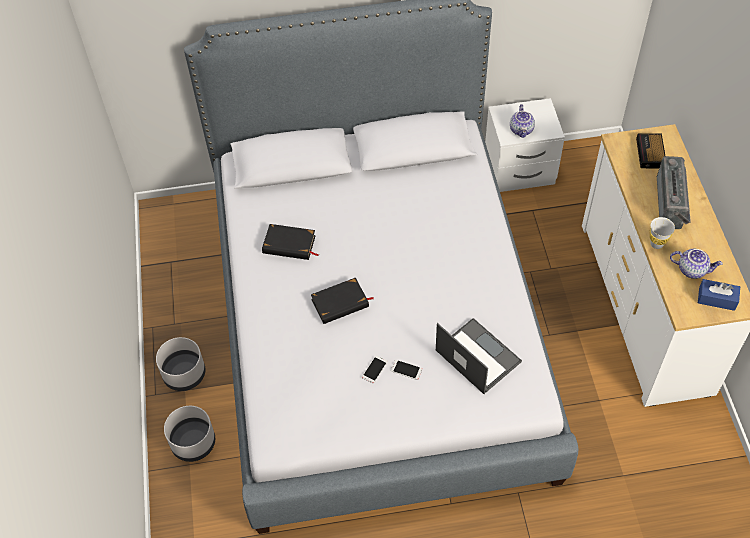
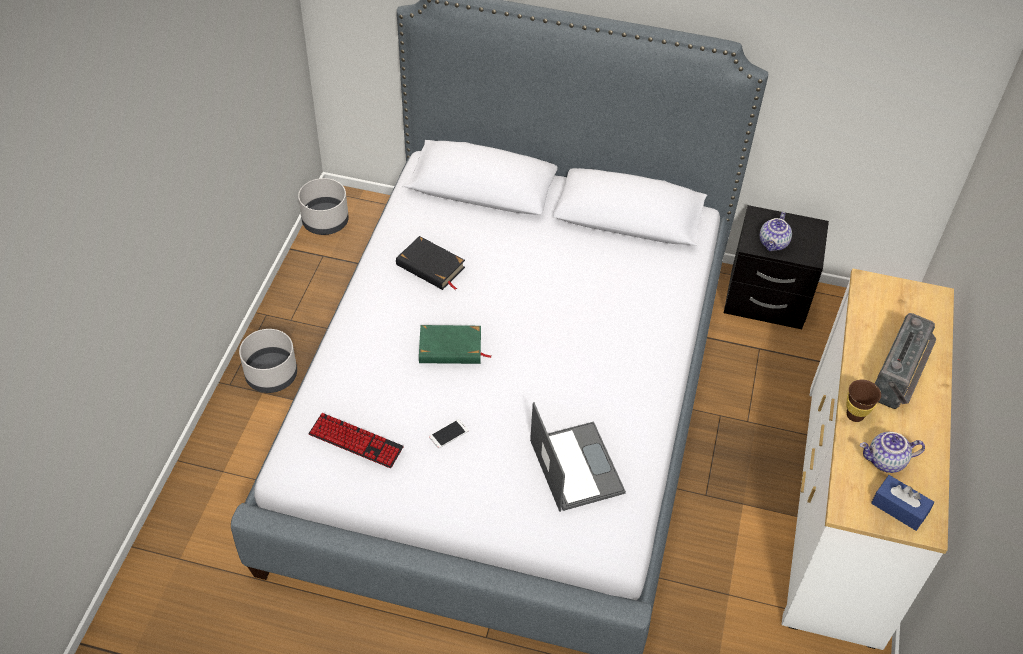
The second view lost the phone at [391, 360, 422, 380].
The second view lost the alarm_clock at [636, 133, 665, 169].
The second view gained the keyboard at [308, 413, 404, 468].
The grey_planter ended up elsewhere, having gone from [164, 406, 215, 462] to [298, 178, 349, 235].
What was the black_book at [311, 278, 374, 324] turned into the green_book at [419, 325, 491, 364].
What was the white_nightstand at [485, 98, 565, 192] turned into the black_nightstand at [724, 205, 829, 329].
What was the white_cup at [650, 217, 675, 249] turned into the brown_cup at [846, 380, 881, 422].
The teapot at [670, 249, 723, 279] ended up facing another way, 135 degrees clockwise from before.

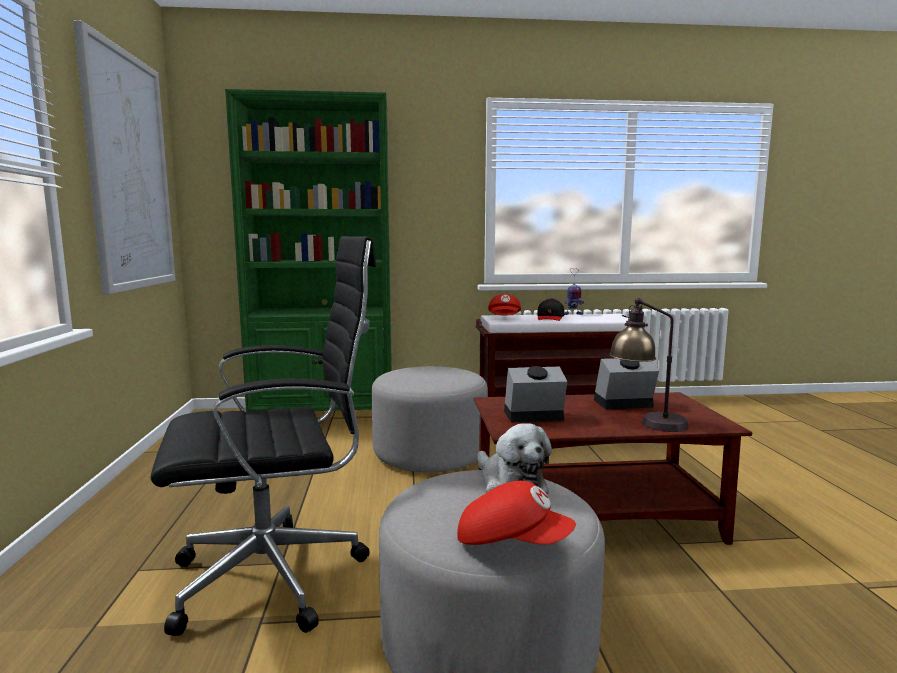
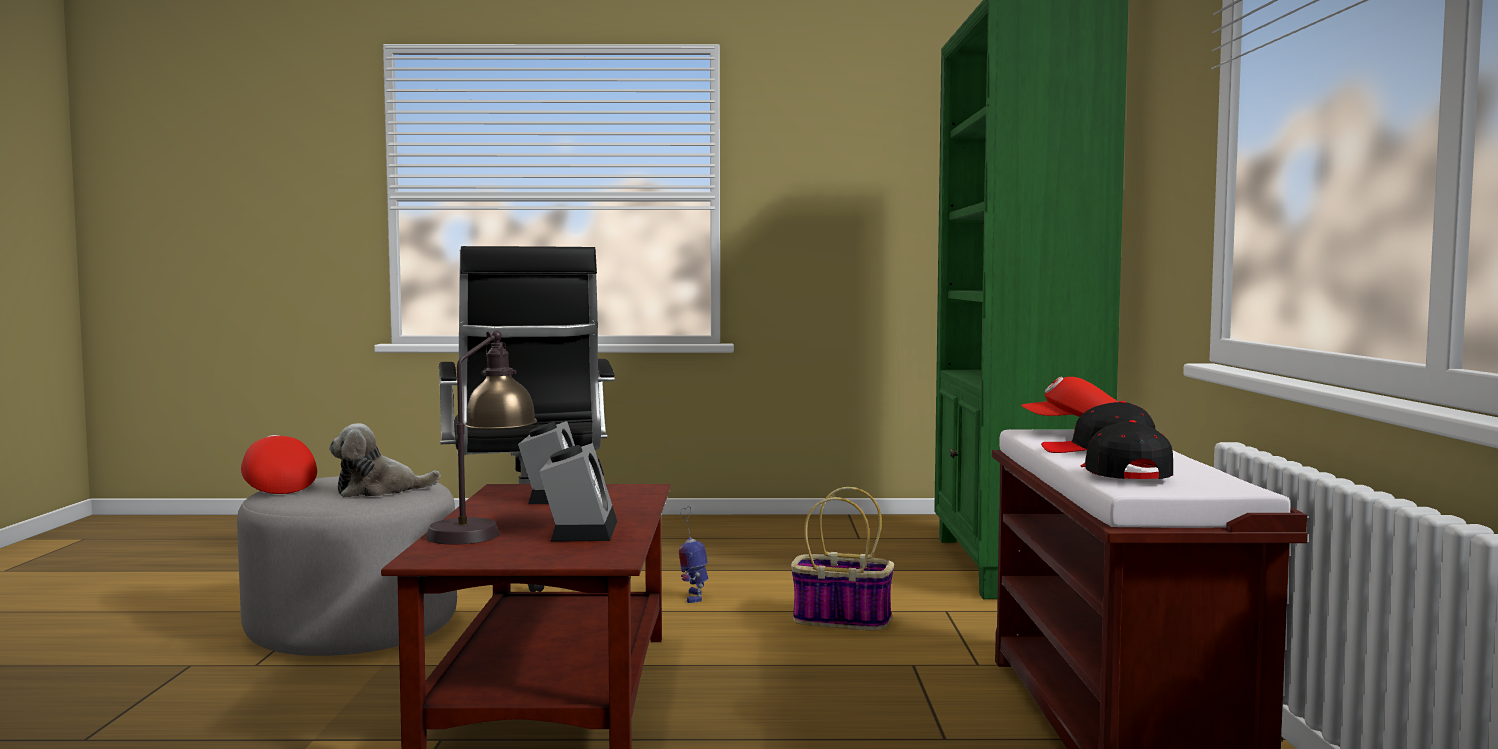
The second view lost the picture at [73, 20, 176, 294].
The second view gained the black_cap at [1081, 420, 1173, 479].
The toy_robot ended up elsewhere, having gone from [564, 268, 584, 315] to [679, 506, 708, 603].
Where the grey_ottoman stood at [371, 366, 488, 472], the basket came to stand at [791, 487, 894, 631].
The red_cap at [457, 481, 576, 545] ended up facing another way, 120 degrees clockwise from before.

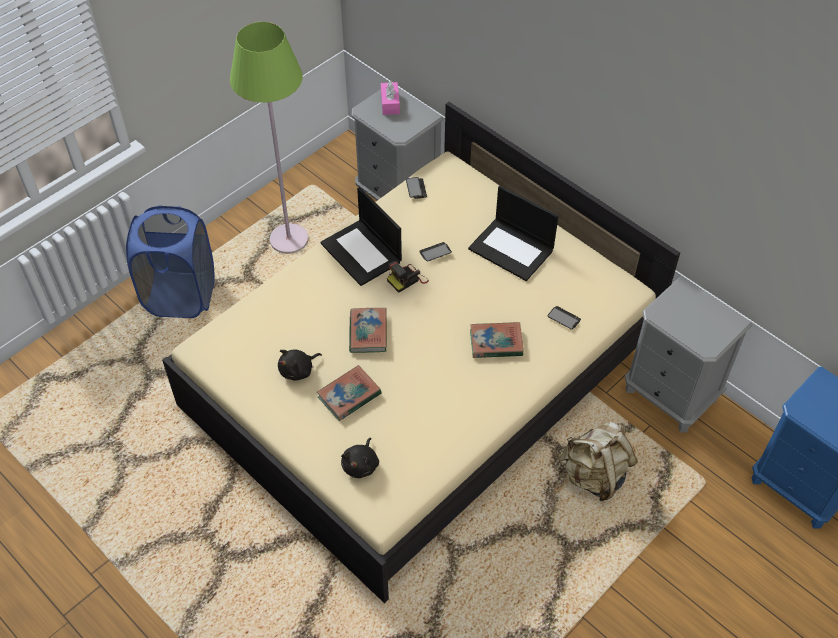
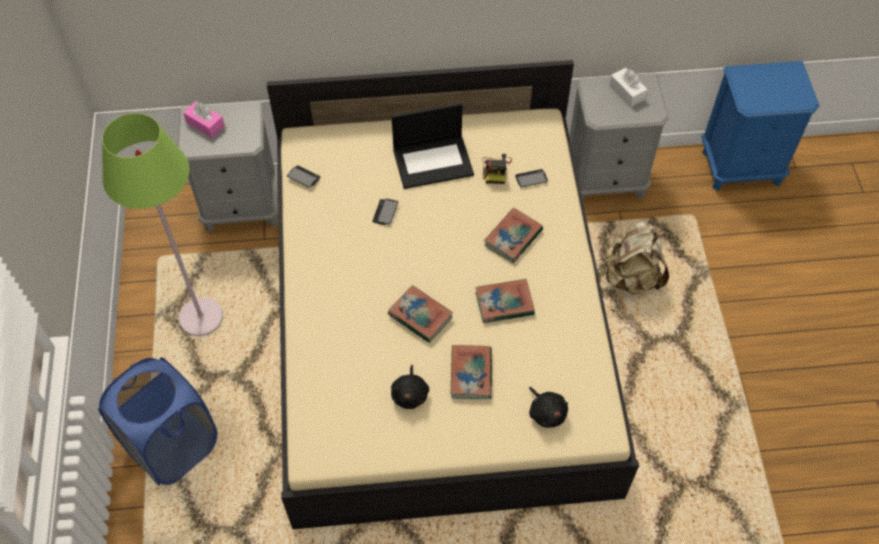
The second view lost the laptop at [320, 187, 402, 286].
The second view gained the book at [475, 279, 535, 323].
The second view gained the white_tissue_box at [610, 68, 648, 107].
The photo_camera ended up elsewhere, having gone from [387, 261, 429, 293] to [482, 154, 512, 184].

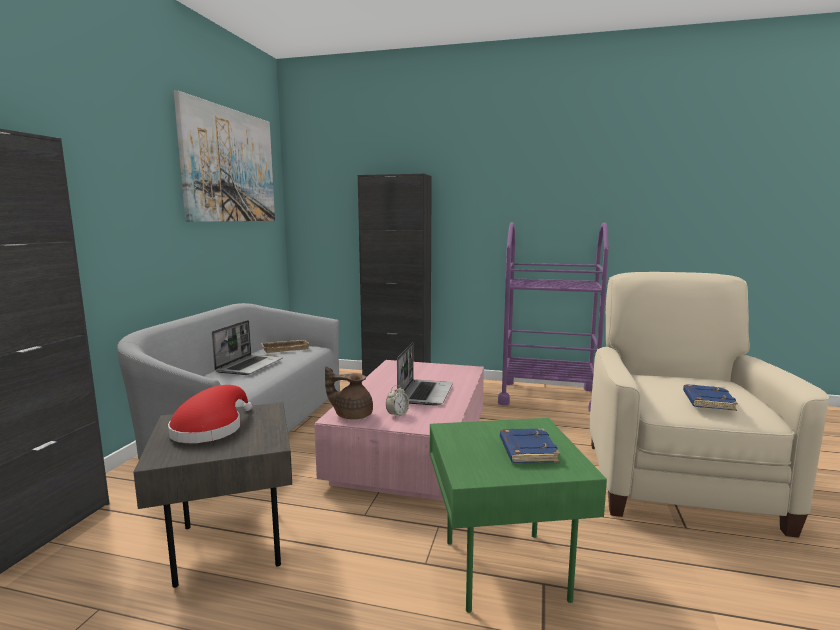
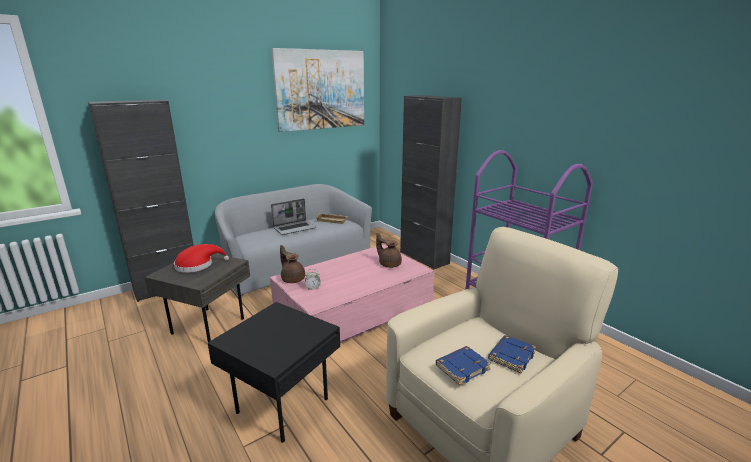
The second view lost the laptop at [397, 342, 453, 406].
The second view gained the brown_teapot at [376, 233, 402, 268].
The blue_book ended up elsewhere, having gone from [500, 429, 560, 463] to [488, 335, 536, 373].
What was the green_side_table at [430, 418, 607, 613] turned into the black_side_table at [208, 302, 340, 443].

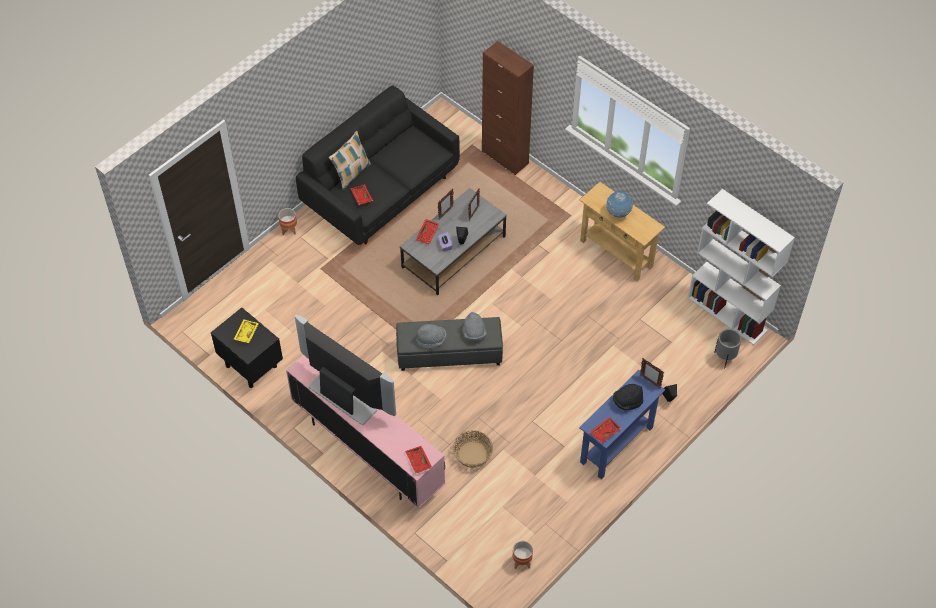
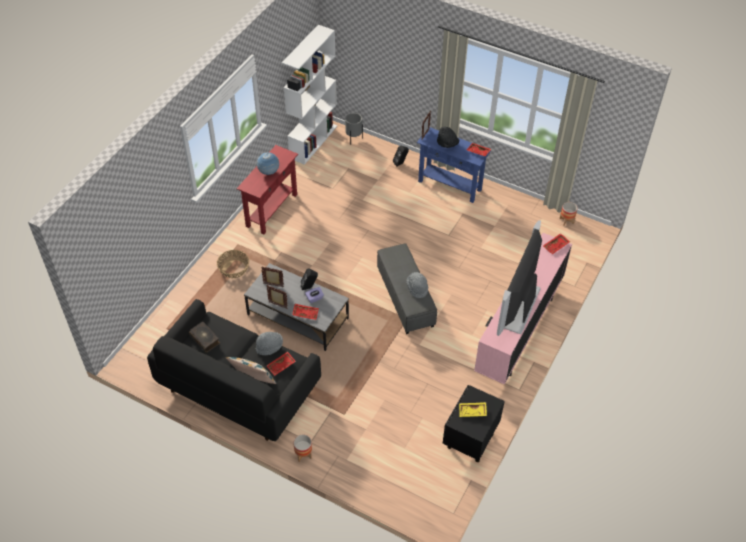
The second view lost the brown_cabinet at [482, 41, 534, 175].
The second view gained the book at [189, 322, 220, 353].
The basket ended up elsewhere, having gone from [453, 430, 493, 468] to [217, 250, 249, 278].
The grey_hat ended up elsewhere, having gone from [462, 312, 487, 341] to [256, 332, 283, 355].
What was the beige_console_table at [579, 182, 665, 282] turned into the red_console_table at [237, 145, 298, 234].

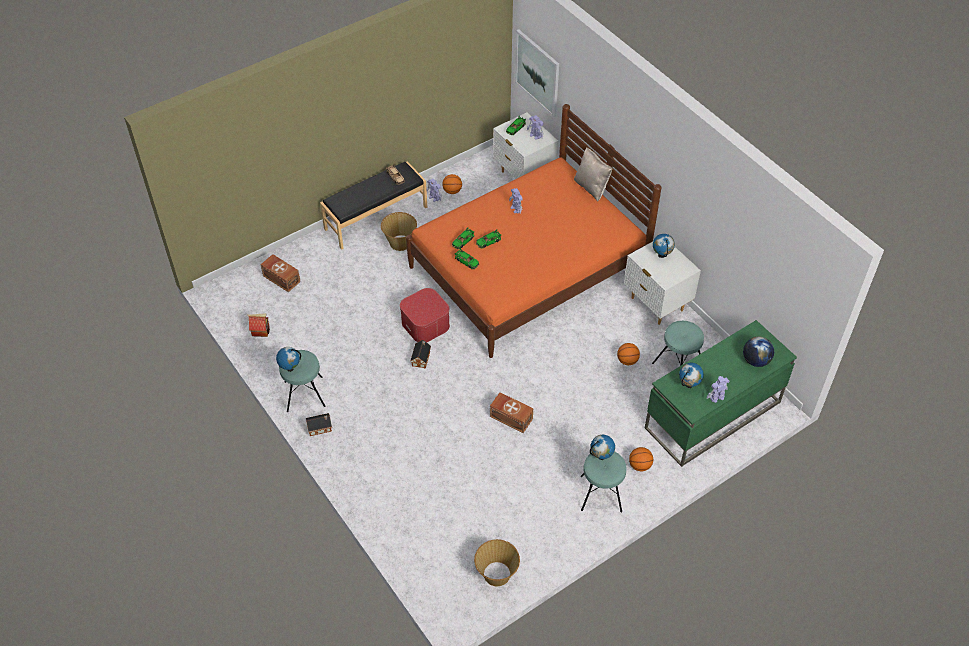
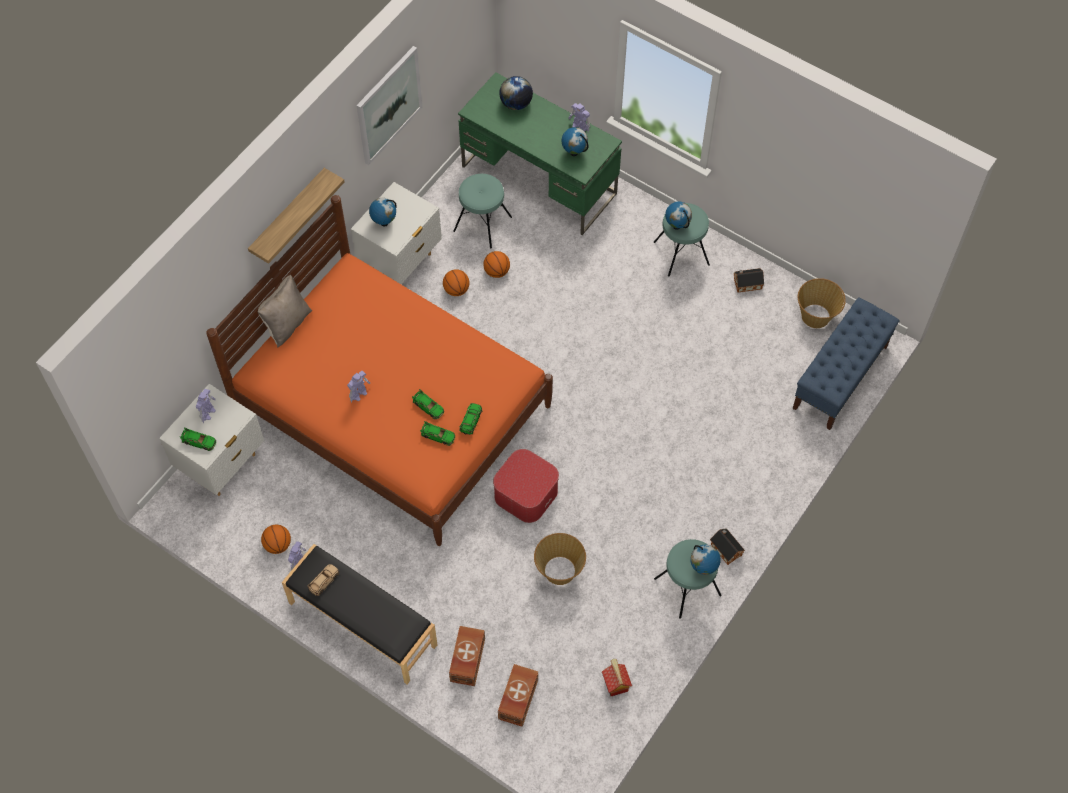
The second view gained the shelf at [248, 168, 344, 264].
The second view gained the blue_bench at [792, 297, 900, 430].
The basket ended up elsewhere, having gone from [381, 212, 417, 251] to [534, 533, 586, 585].
The toy_house ended up elsewhere, having gone from [410, 340, 431, 369] to [734, 268, 764, 293].
The brown_storage_box ended up elsewhere, having gone from [490, 392, 533, 433] to [449, 626, 485, 686].
The picture ended up elsewhere, having gone from [515, 29, 559, 117] to [357, 46, 422, 165].
The basketball ended up elsewhere, having gone from [629, 447, 653, 471] to [443, 269, 470, 296].

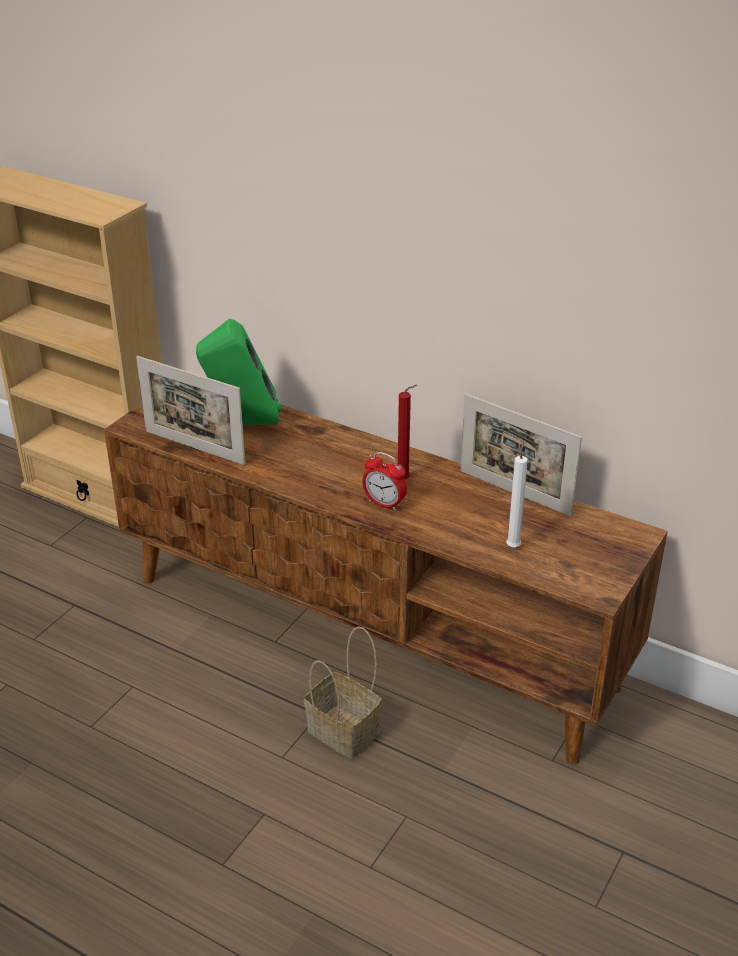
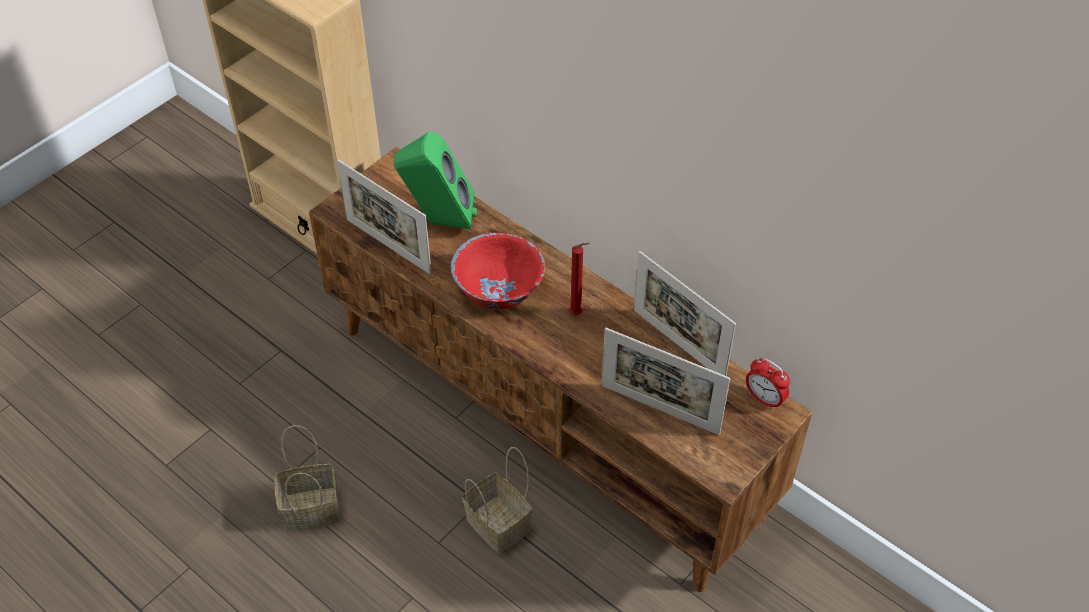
The second view gained the basket at [275, 425, 339, 531].
The second view gained the red_bowl at [451, 232, 545, 310].
The alarm_clock ended up elsewhere, having gone from [362, 452, 407, 511] to [746, 358, 790, 410].
Where the white_candle stood at [506, 441, 528, 548], the picture_frame came to stand at [601, 328, 730, 435].

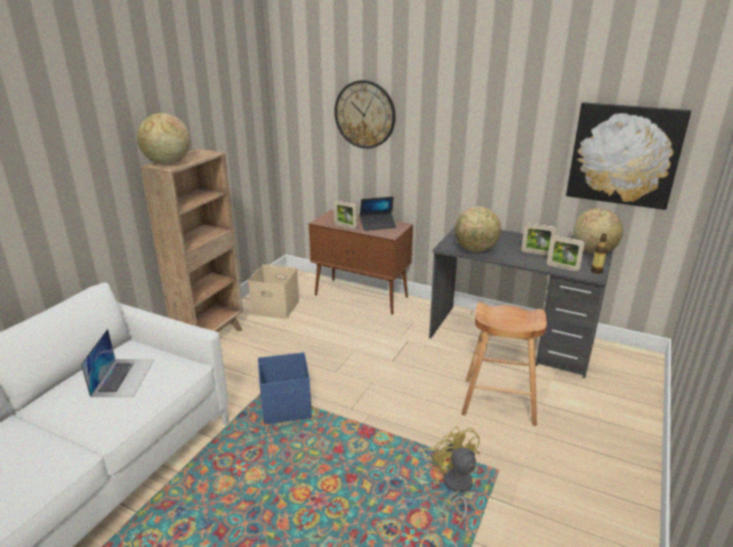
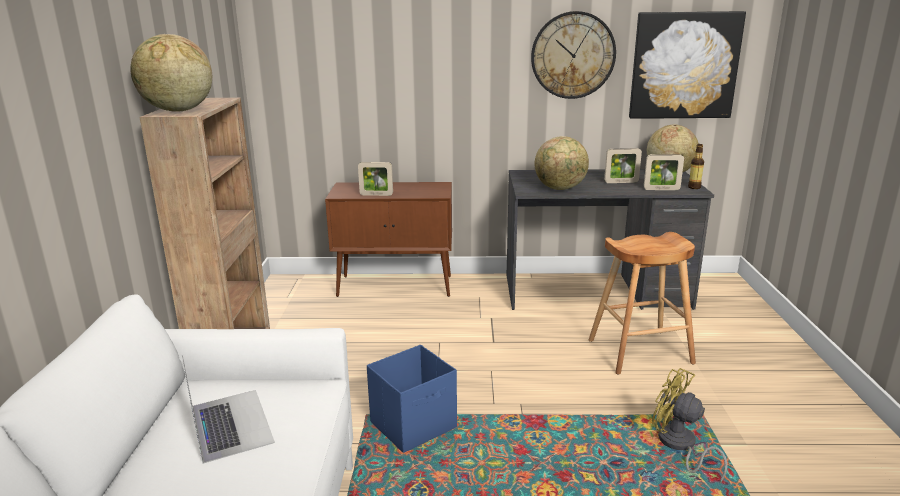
The second view lost the beige_storage_box at [248, 264, 299, 319].
The second view lost the laptop at [360, 197, 396, 231].
The wall_clock ended up elsewhere, having gone from [334, 80, 396, 149] to [531, 11, 616, 99].

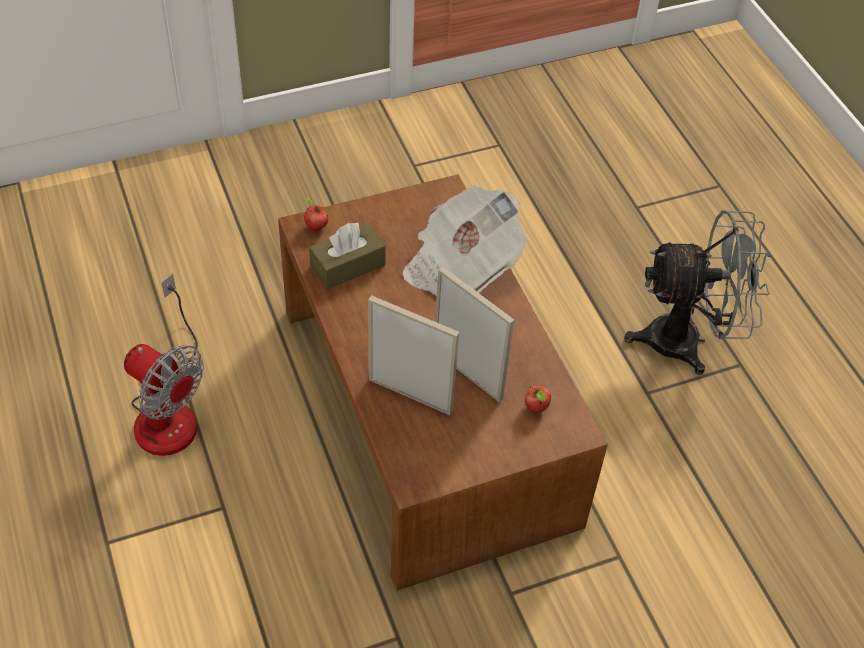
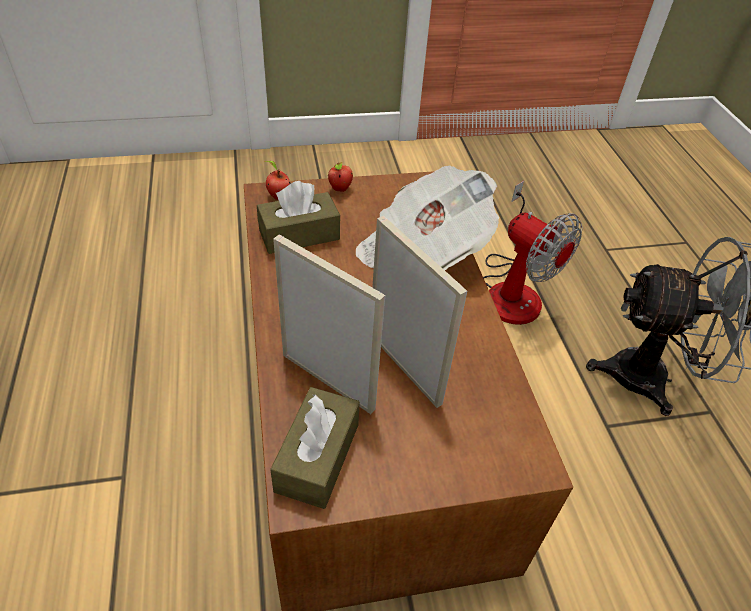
The second view gained the brown_tissue_box at [270, 387, 360, 509].
The fan ended up elsewhere, having gone from [124, 273, 204, 456] to [483, 181, 583, 325].
The apple ended up elsewhere, having gone from [525, 386, 551, 413] to [328, 162, 353, 192].

